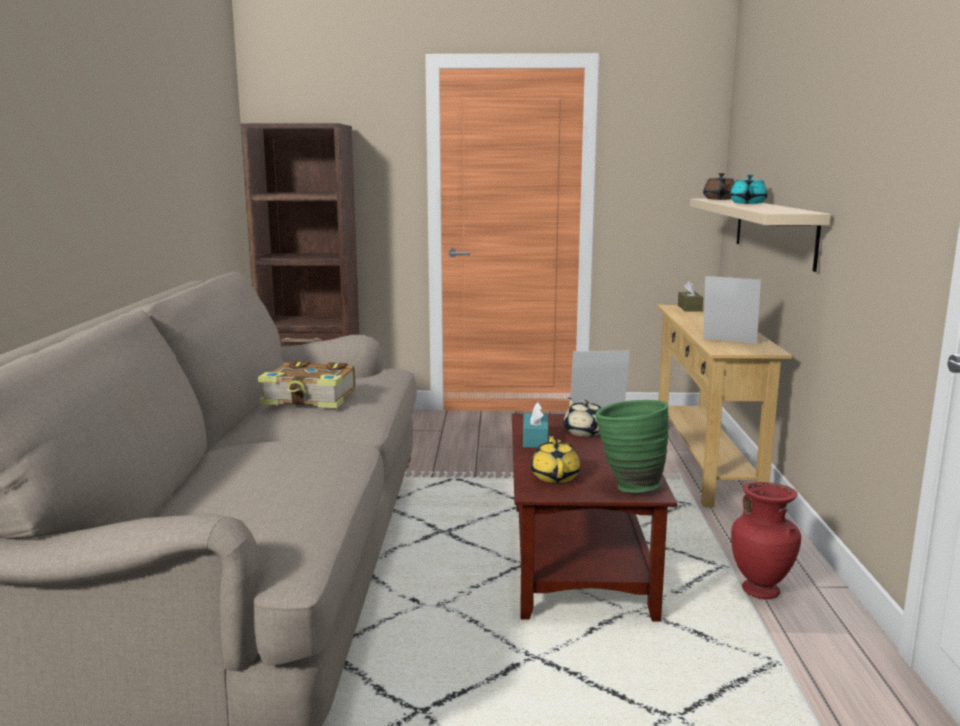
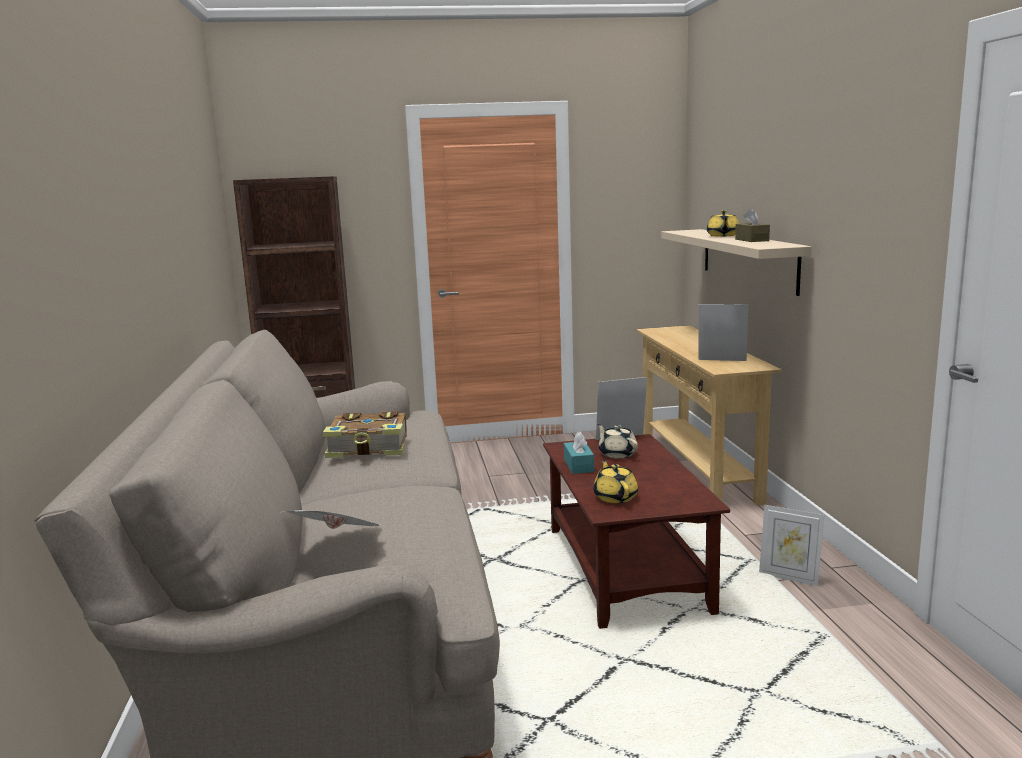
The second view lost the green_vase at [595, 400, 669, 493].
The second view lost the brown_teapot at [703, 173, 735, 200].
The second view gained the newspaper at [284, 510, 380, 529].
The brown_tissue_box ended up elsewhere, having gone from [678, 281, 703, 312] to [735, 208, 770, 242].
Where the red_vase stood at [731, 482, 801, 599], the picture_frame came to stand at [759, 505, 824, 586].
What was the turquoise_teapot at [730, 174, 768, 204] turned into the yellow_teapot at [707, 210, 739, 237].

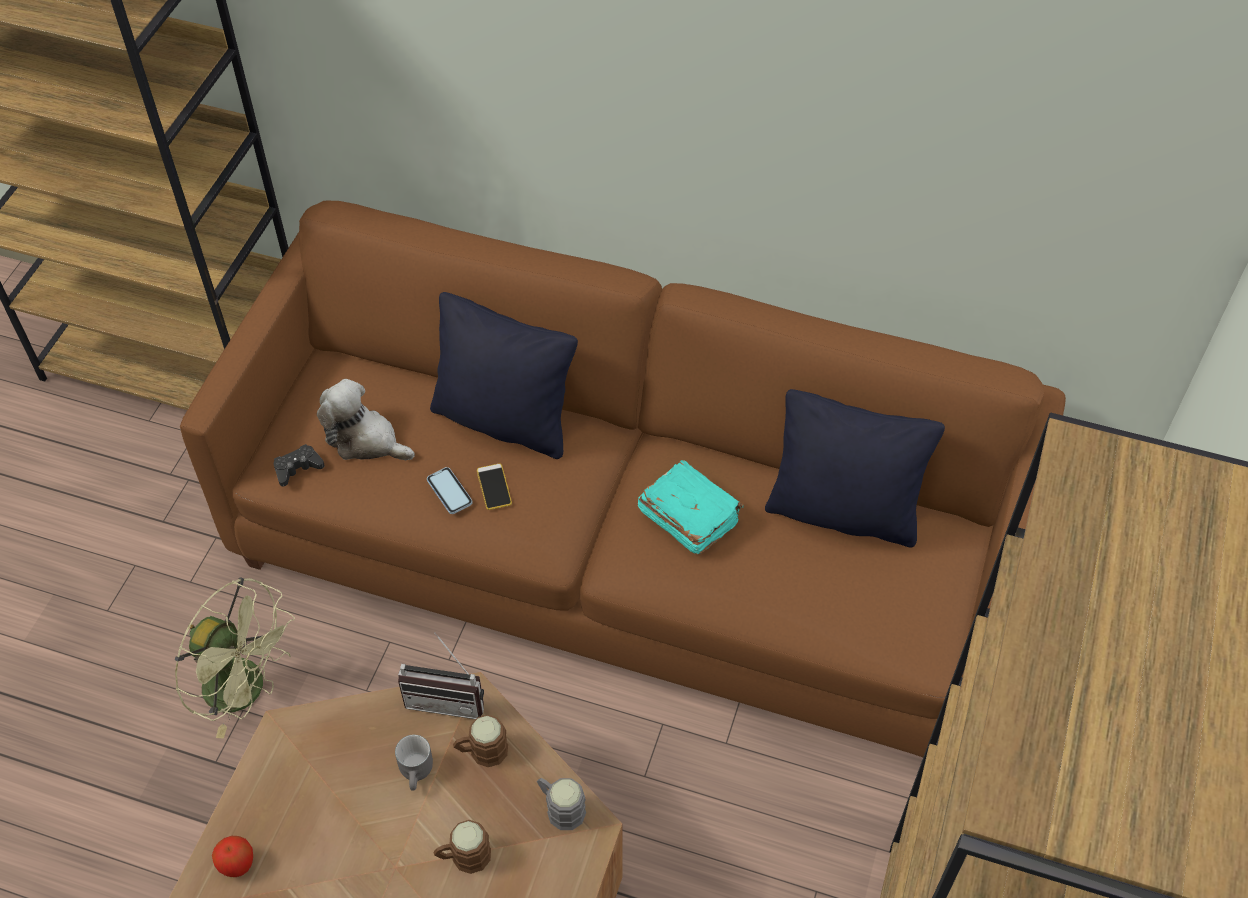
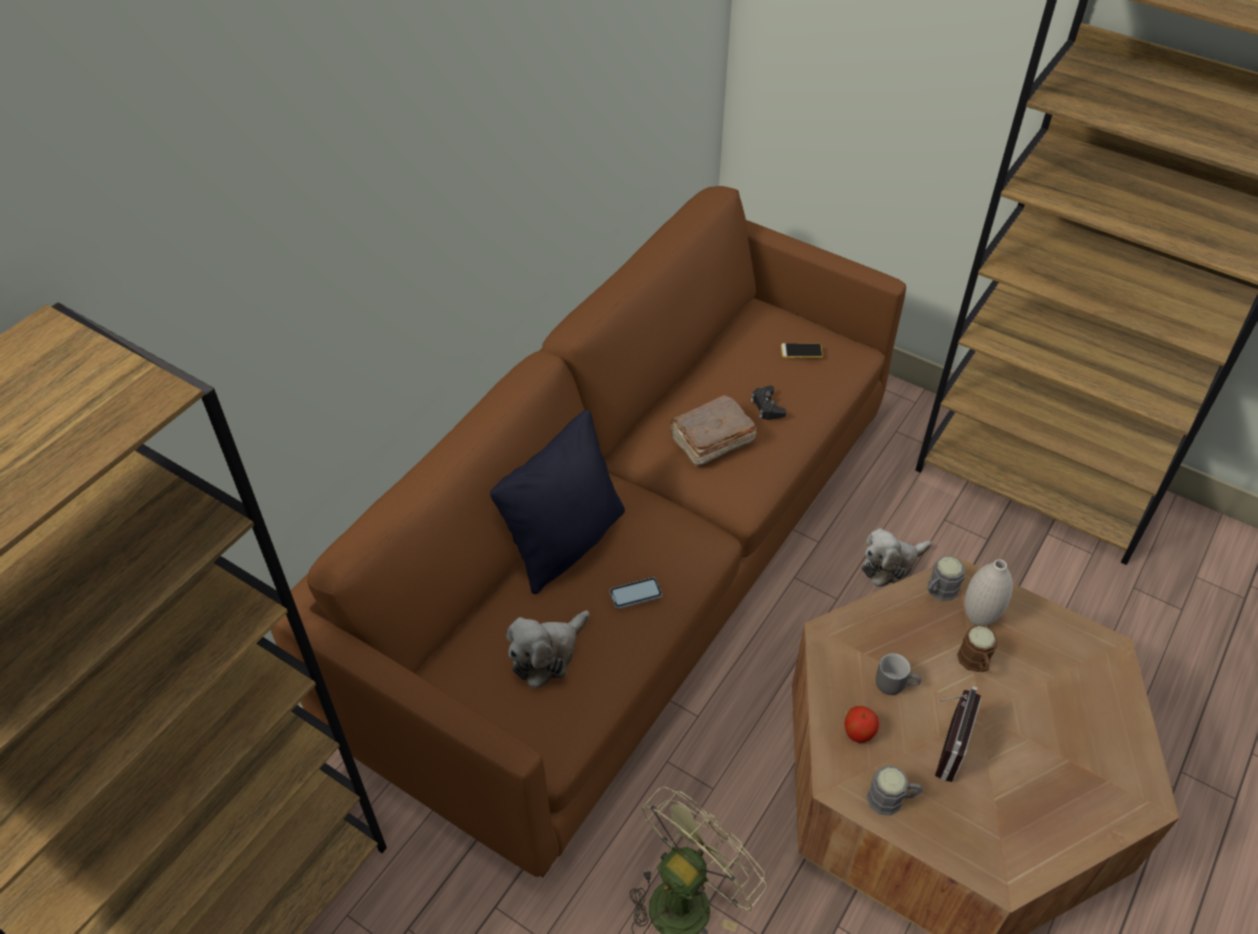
The second view lost the brown_mug at [453, 715, 508, 767].
The second view lost the black_pillow at [765, 389, 945, 547].
The second view gained the plush_toy at [862, 528, 932, 587].
The second view gained the grey_mug at [867, 765, 923, 816].
The second view gained the white_vase at [965, 559, 1013, 626].
The apple ended up elsewhere, having gone from [212, 836, 253, 877] to [845, 706, 879, 743].
The black_game_controller ended up elsewhere, having gone from [274, 444, 325, 486] to [751, 386, 786, 420].
The radio ended up elsewhere, having gone from [398, 632, 484, 719] to [935, 686, 981, 782].
The phone ended up elsewhere, having gone from [477, 463, 512, 510] to [781, 343, 823, 358].
What was the turquoise_book at [638, 460, 743, 554] turned into the brown_book at [670, 394, 757, 466].

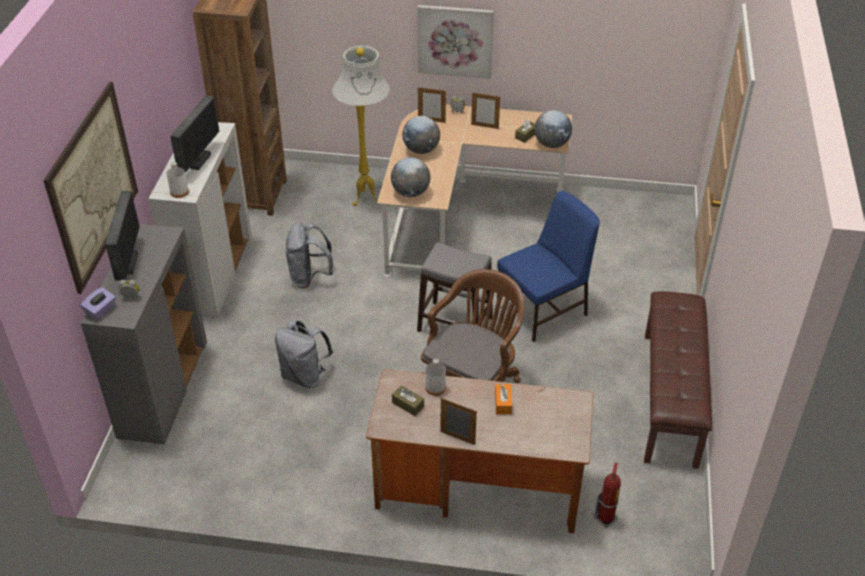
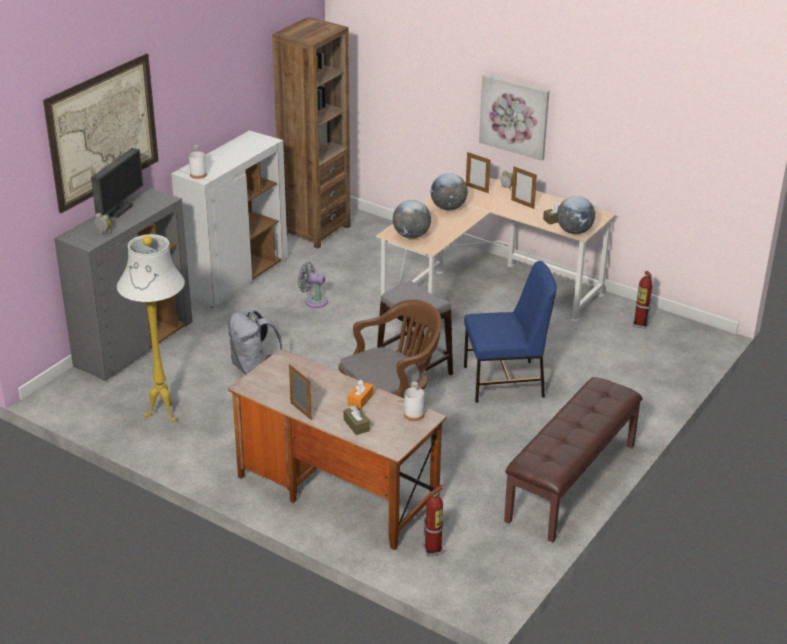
The second view lost the purple_tissue_box at [80, 287, 116, 320].
The second view lost the monitor at [170, 96, 219, 173].
The second view gained the fire_extinguisher at [633, 271, 652, 329].
The white_floor_lamp ended up elsewhere, having gone from [332, 46, 390, 206] to [117, 234, 185, 422].
The brown_tissue_box ended up elsewhere, having gone from [392, 385, 424, 416] to [344, 406, 370, 435].
The white_bottle ended up elsewhere, having gone from [425, 358, 446, 396] to [404, 381, 424, 421].
Where the grey_backpack stood at [286, 222, 333, 288], the grey_fan came to stand at [298, 262, 328, 308].

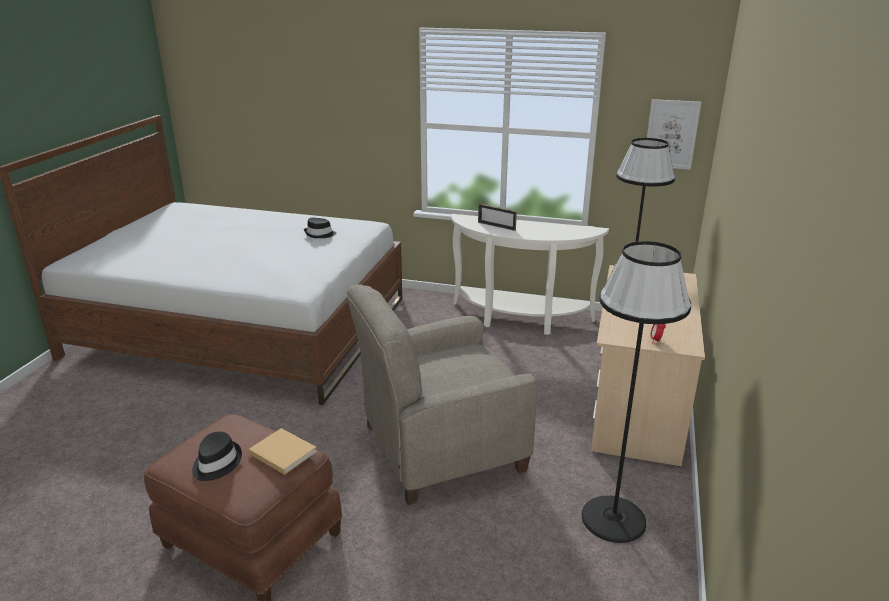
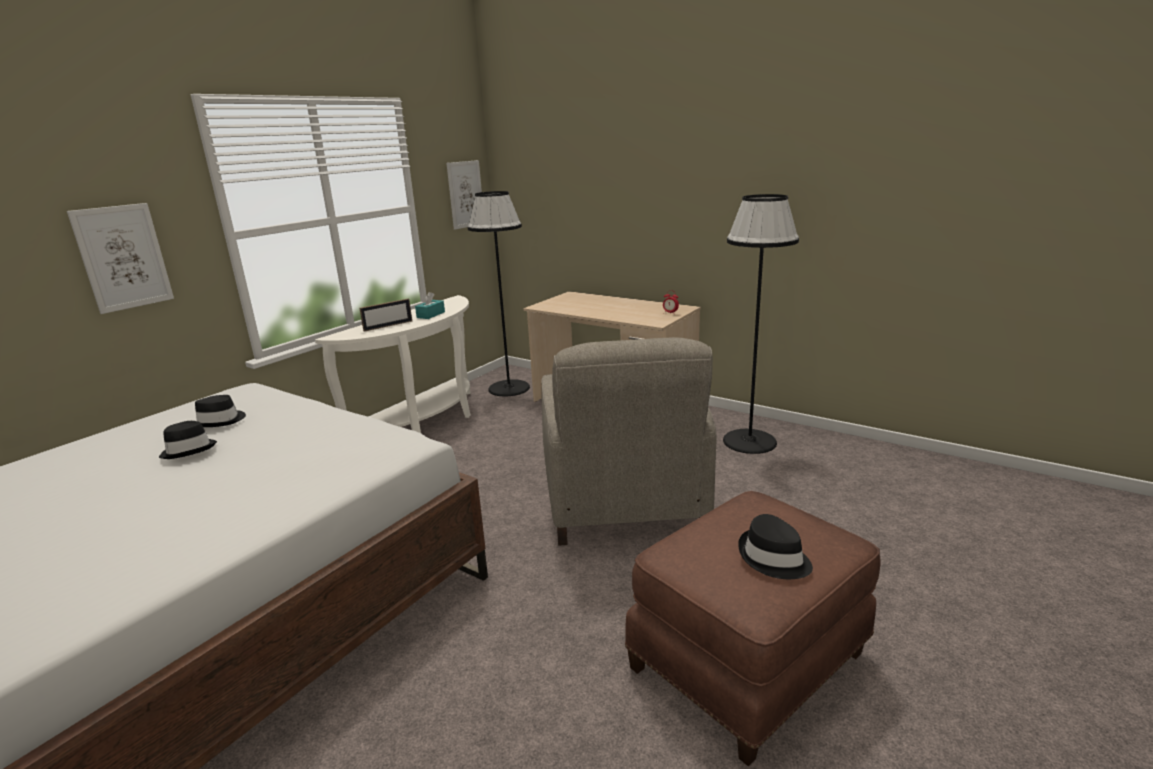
The second view lost the beige_book at [248, 428, 317, 475].
The second view gained the picture at [67, 203, 174, 314].
The second view gained the black_hat at [159, 421, 217, 459].
The second view gained the turquoise_tissue_box at [415, 292, 445, 319].

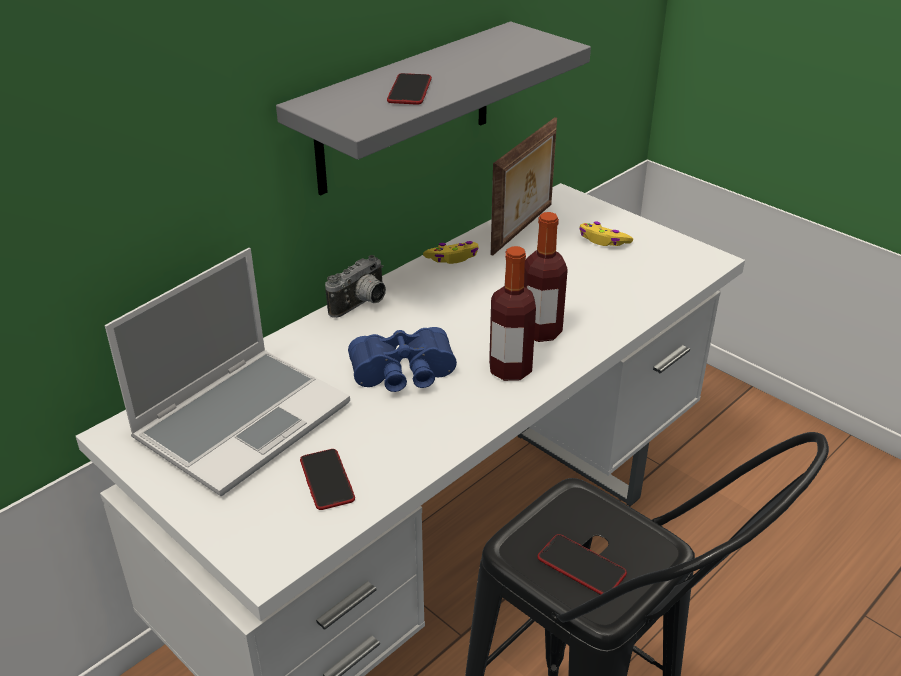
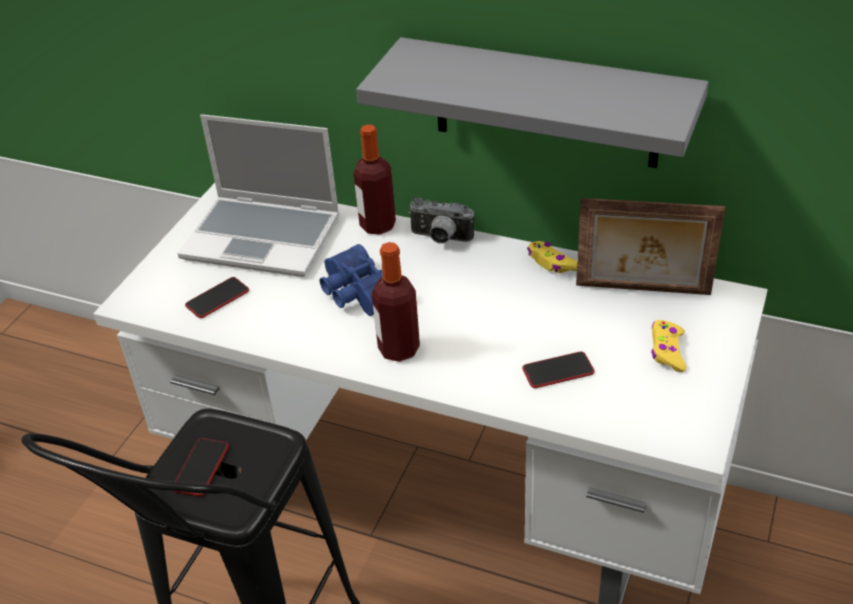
The phone ended up elsewhere, having gone from [387, 73, 432, 105] to [522, 352, 595, 388].
The bottle ended up elsewhere, having gone from [524, 212, 568, 342] to [354, 125, 396, 235].

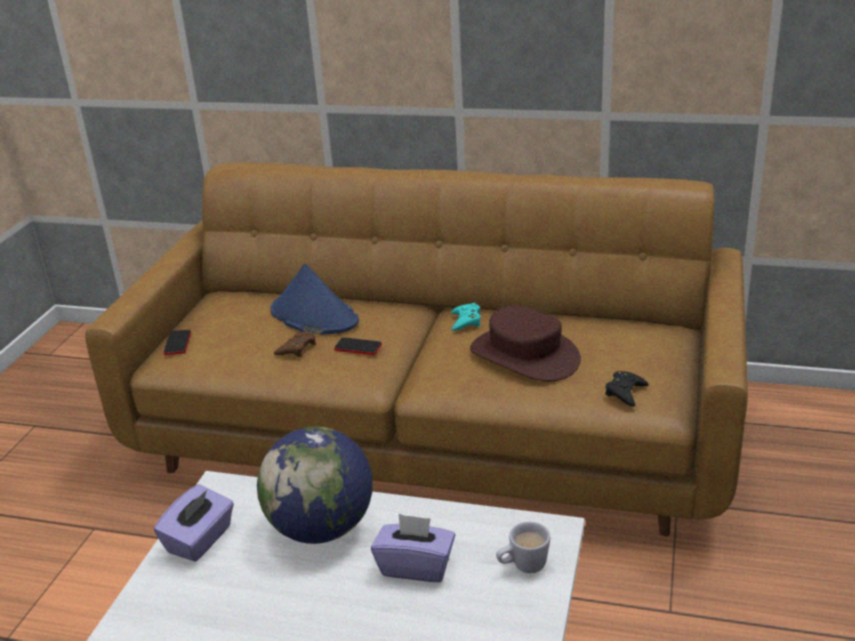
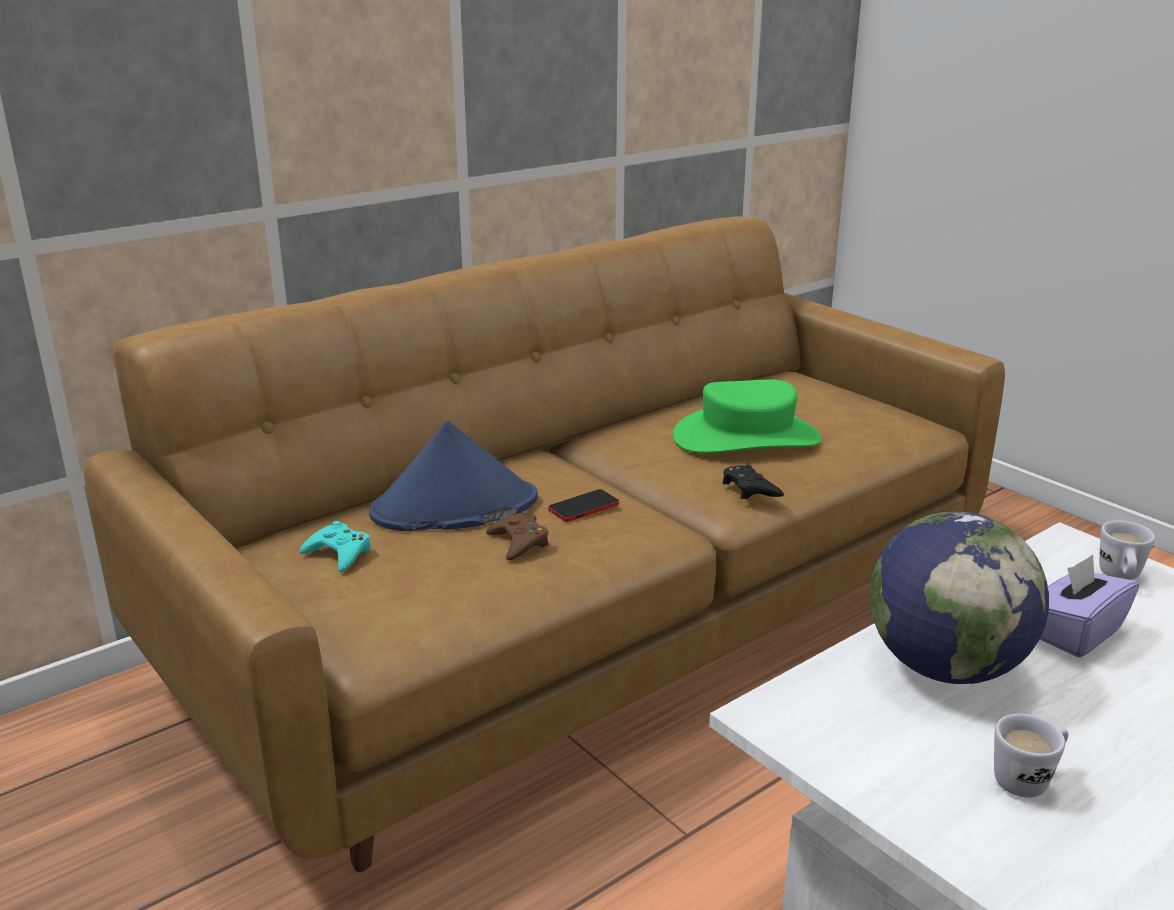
The second view lost the purple_tissue_box at [154, 484, 234, 562].
The second view lost the phone at [164, 330, 191, 355].
The second view gained the white_mug at [994, 714, 1068, 798].
The turquoise_game_controller ended up elsewhere, having gone from [451, 303, 481, 331] to [300, 521, 371, 572].
The black_game_controller ended up elsewhere, having gone from [605, 371, 648, 407] to [722, 465, 784, 499].
What was the brown_hat at [470, 305, 581, 381] turned into the green_hat at [673, 379, 822, 453].

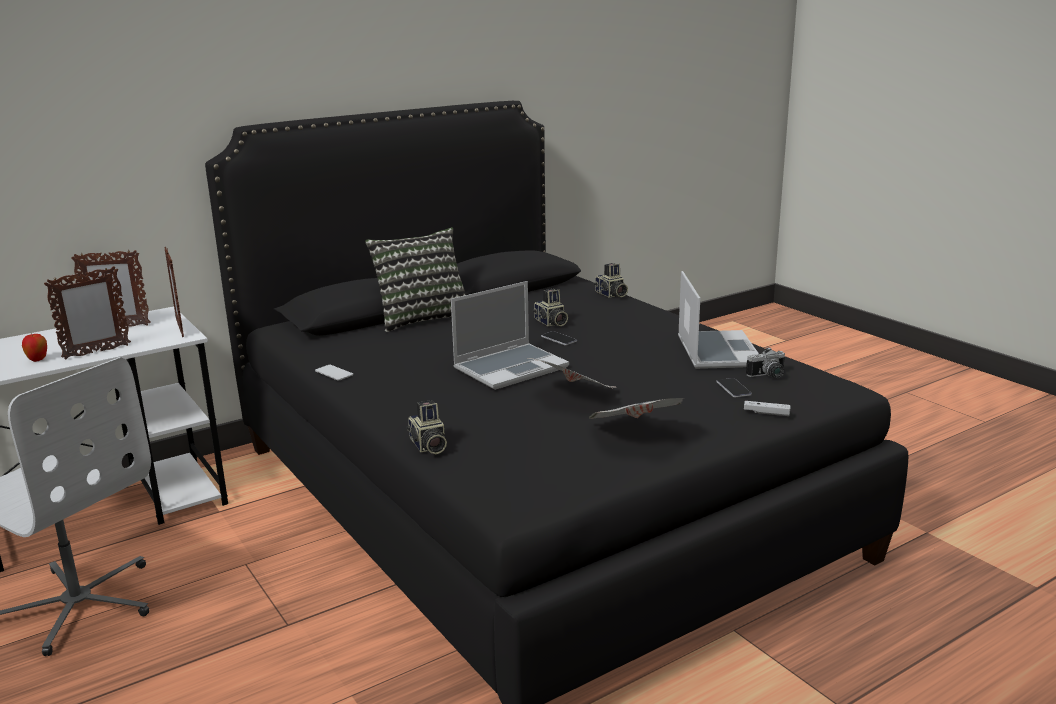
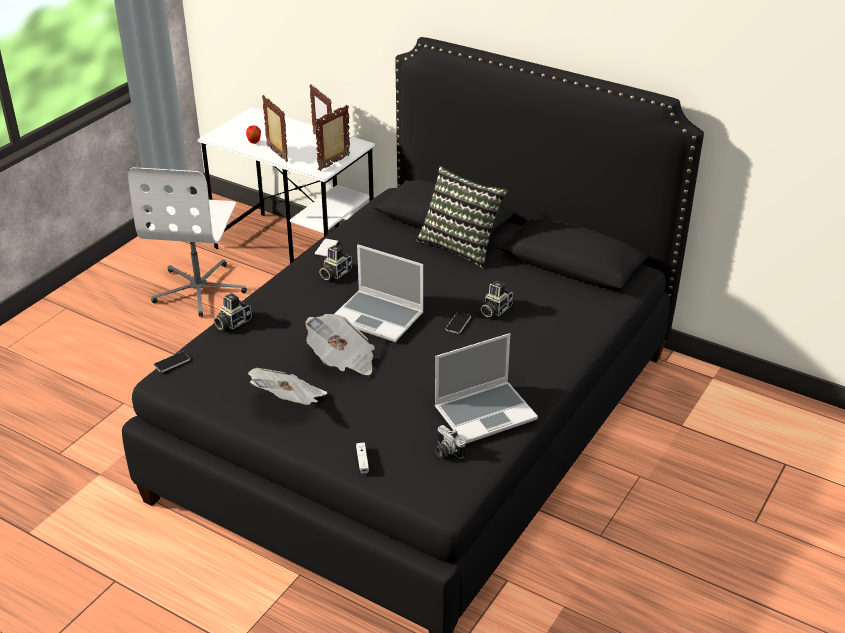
The photo_camera ended up elsewhere, having gone from [594, 263, 628, 298] to [319, 245, 352, 280].
The phone ended up elsewhere, having gone from [716, 378, 752, 398] to [154, 352, 190, 372].
The picture_frame at [44, 266, 131, 360] ended up facing another way, 150 degrees counterclockwise from before.

